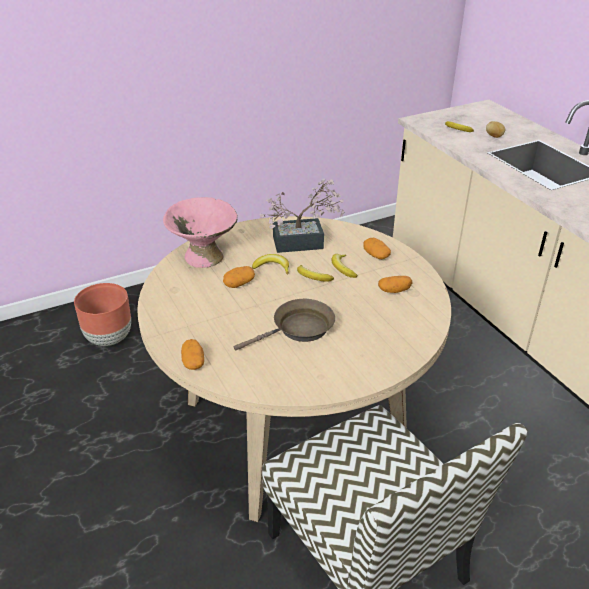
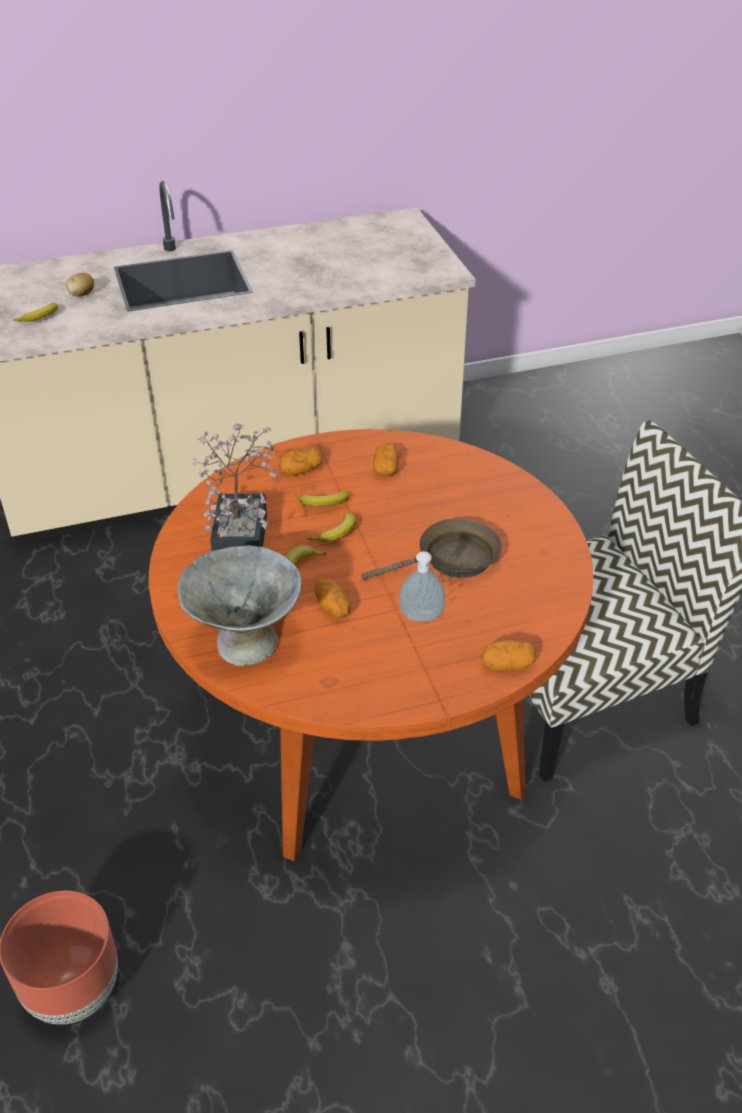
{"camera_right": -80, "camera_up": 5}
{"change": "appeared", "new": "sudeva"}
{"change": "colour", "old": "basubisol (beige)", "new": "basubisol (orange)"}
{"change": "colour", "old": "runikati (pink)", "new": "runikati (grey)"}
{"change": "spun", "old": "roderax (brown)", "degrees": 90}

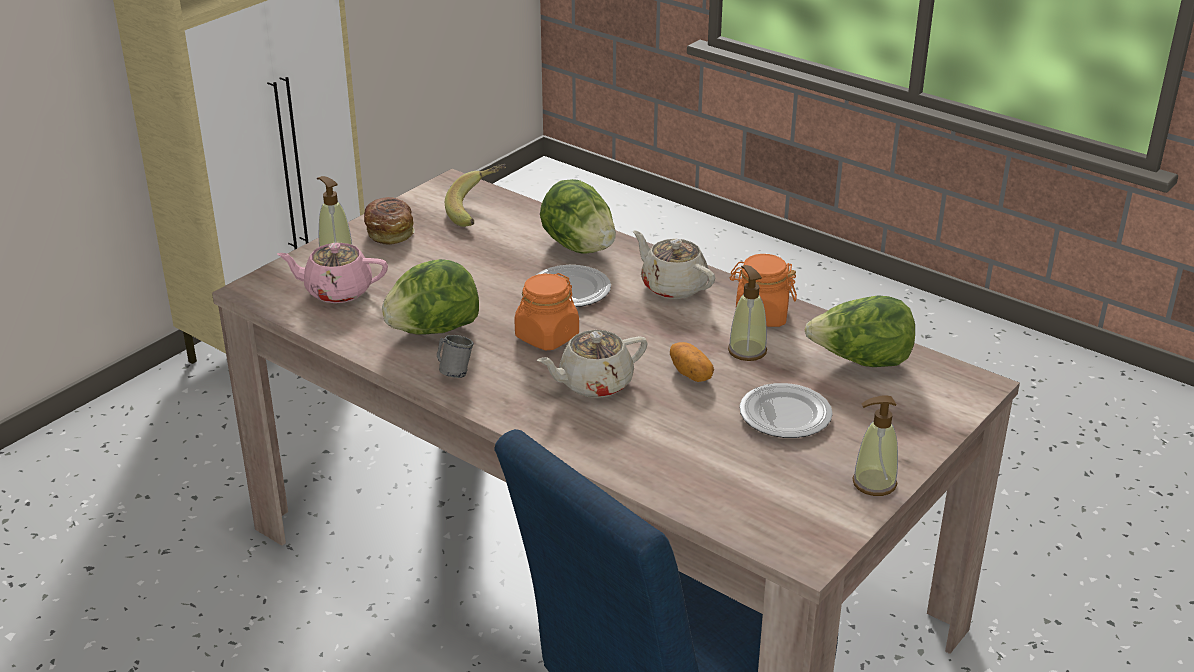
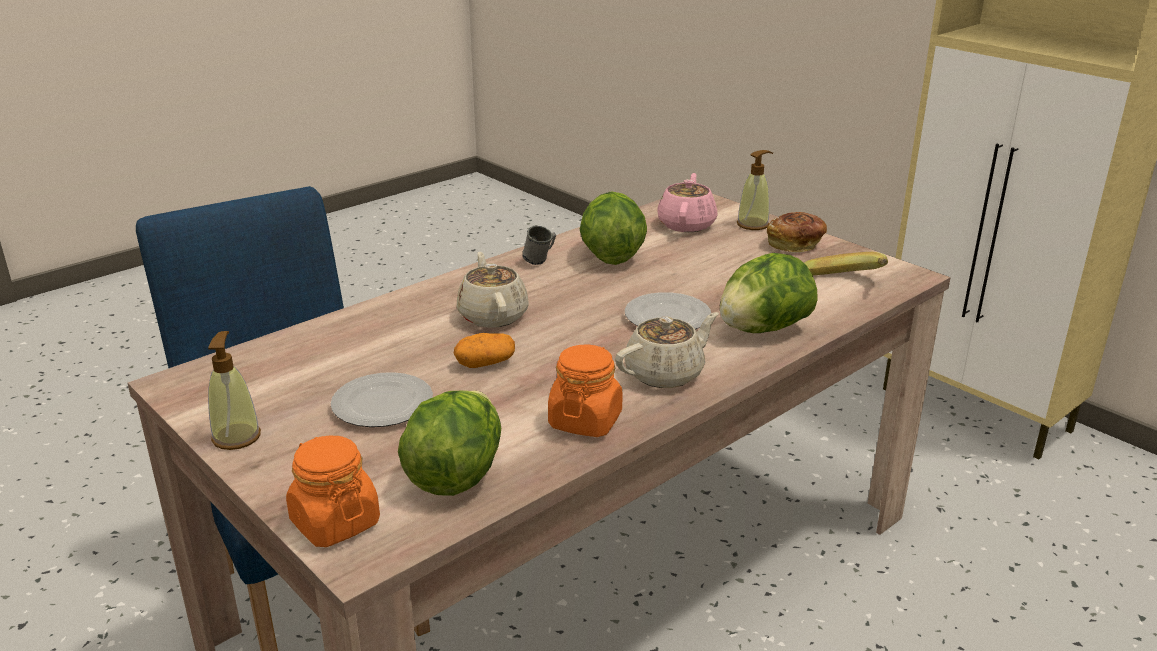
{"camera_right": 100, "camera_up": -5}
{"change": "missing", "old": "sudeva (no. 2 from left)"}
{"change": "relocated", "old": "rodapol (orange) (no. 1 from left)"}

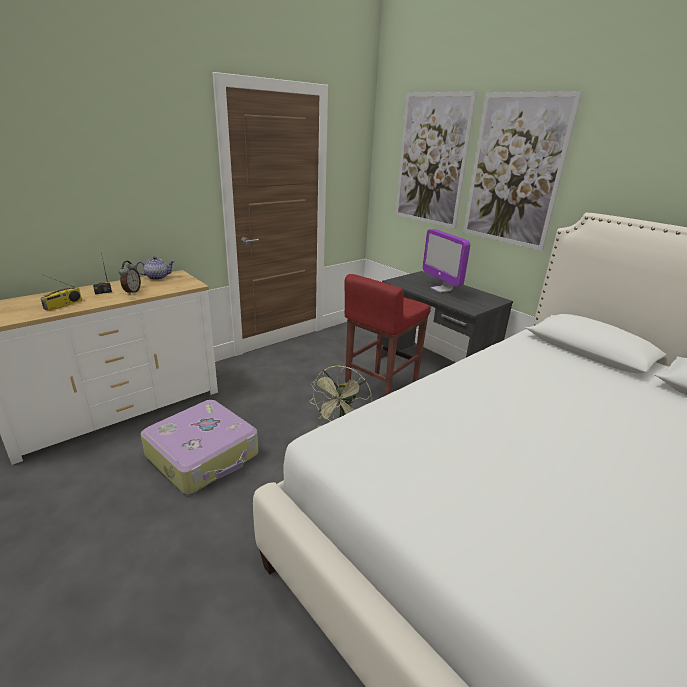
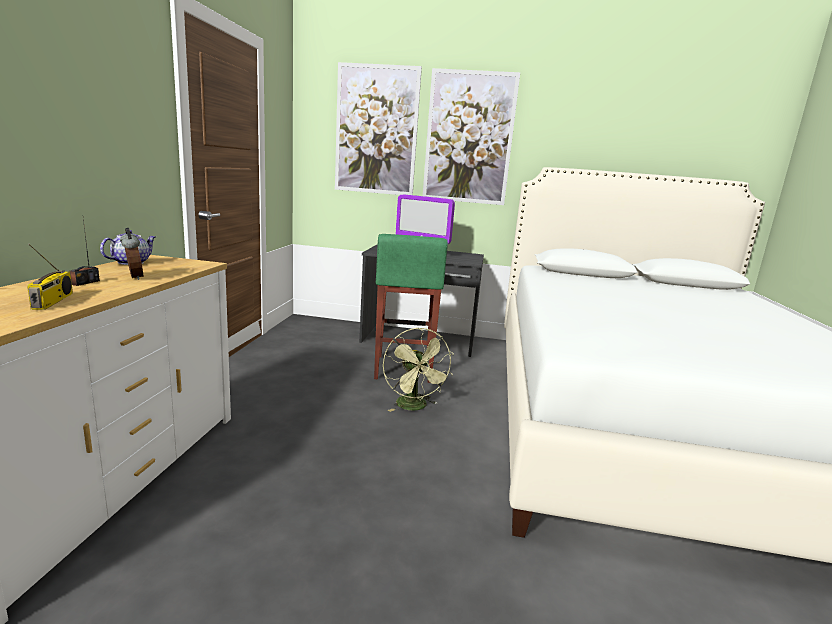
{"camera_right": -40, "camera_up": -10}
{"change": "missing", "old": "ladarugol"}
{"change": "colour", "old": "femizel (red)", "new": "femizel (green)"}

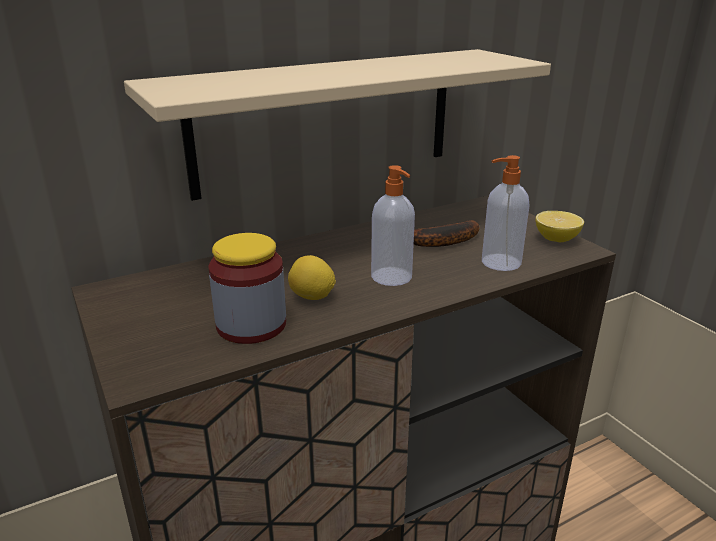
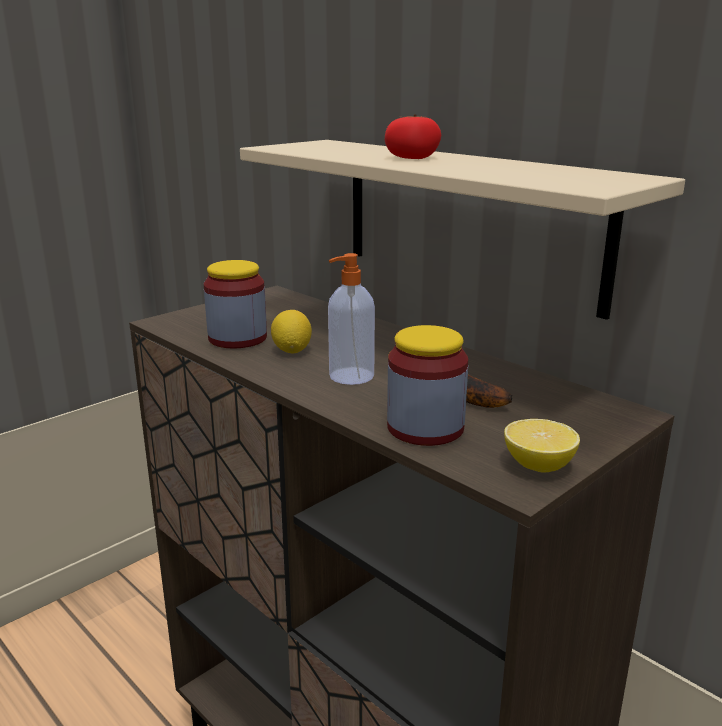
{"camera_right": 75, "camera_up": -5}
{"change": "appeared", "new": "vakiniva"}
{"change": "exchanged", "old": "sudeva (no. 2 from left)", "new": "rodapol (no. 2 from left)"}

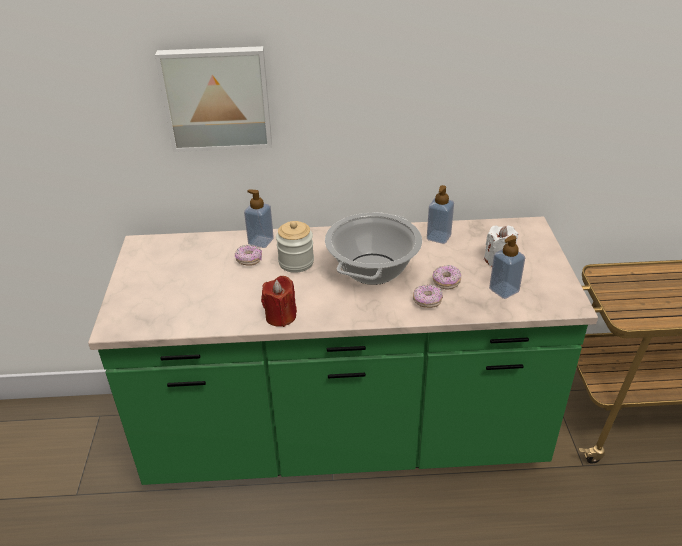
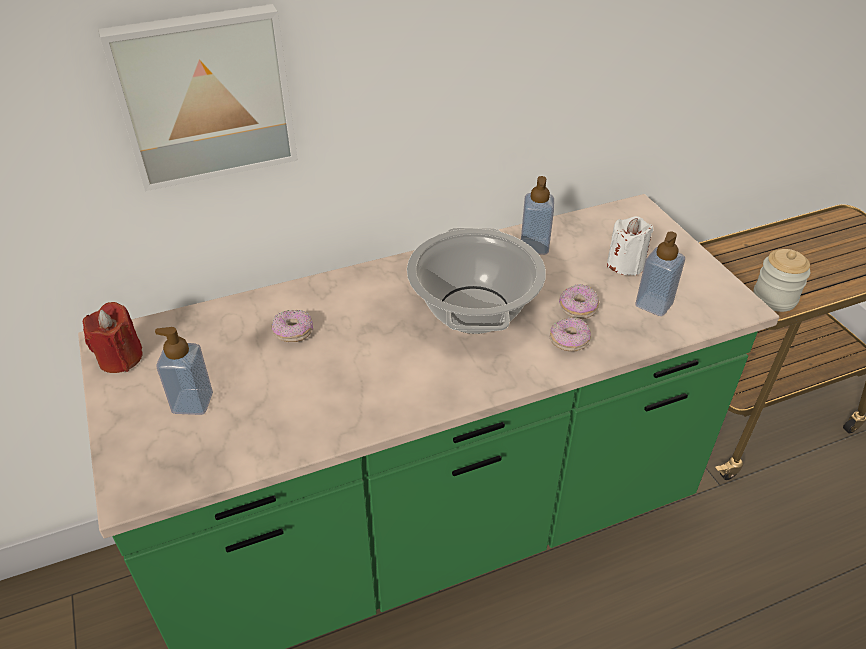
{"camera_right": -20, "camera_up": 5}
{"change": "relocated", "old": "sudeva (no. 1 from left)"}
{"change": "relocated", "old": "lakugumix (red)"}
{"change": "relocated", "old": "rodapol"}

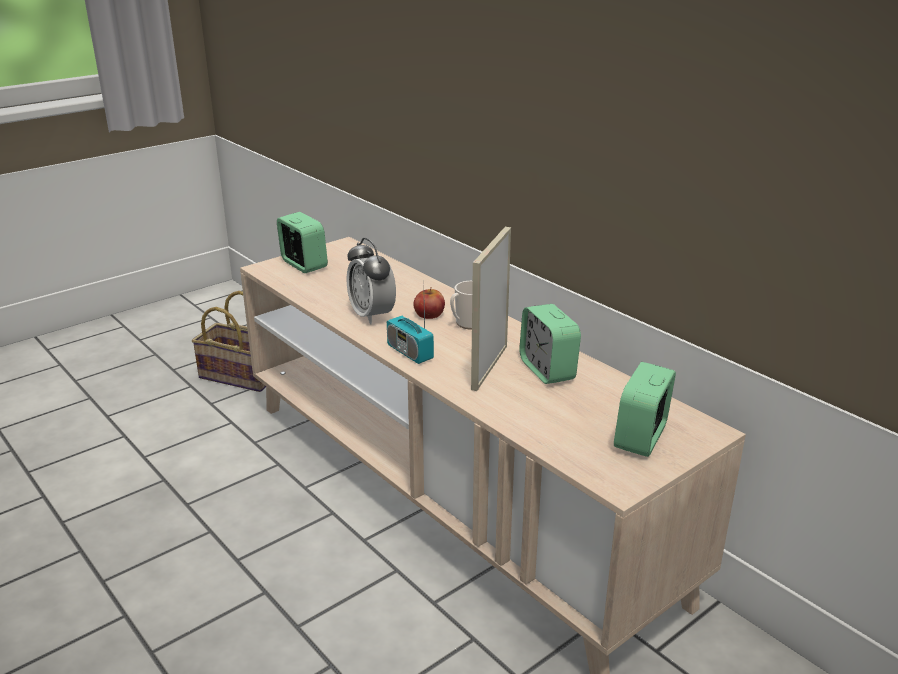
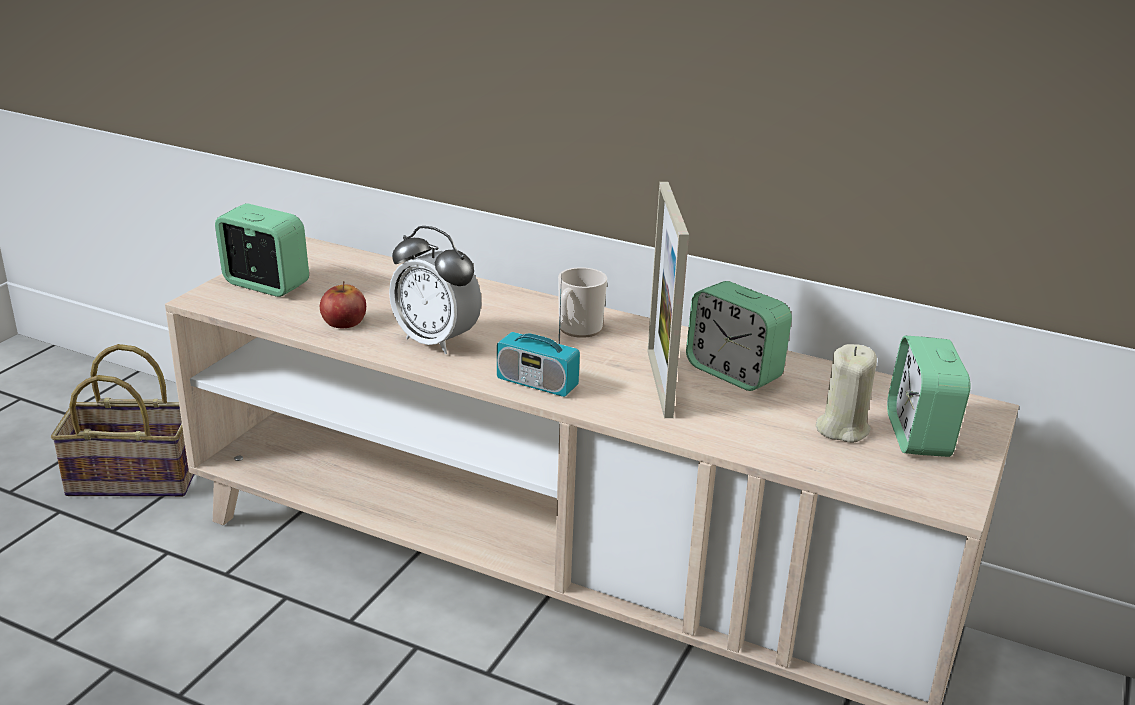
{"camera_right": -25, "camera_up": 0}
{"change": "appeared", "new": "lakugumix (beige)"}
{"change": "relocated", "old": "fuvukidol"}

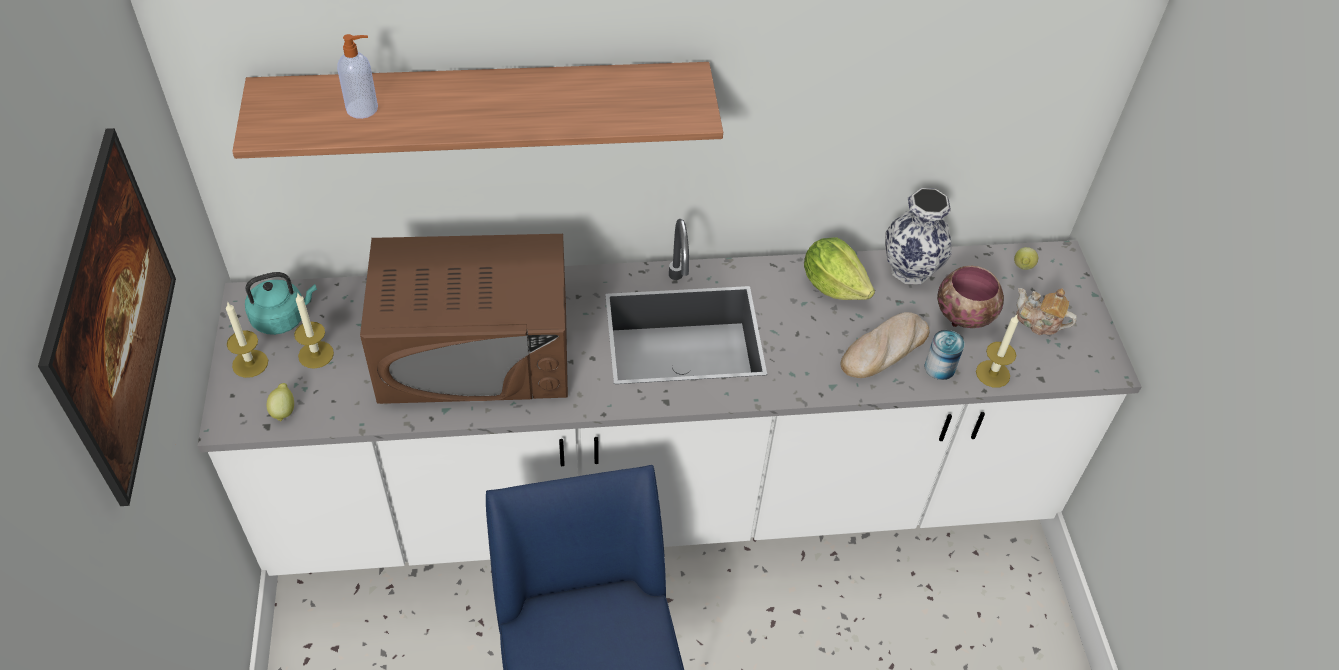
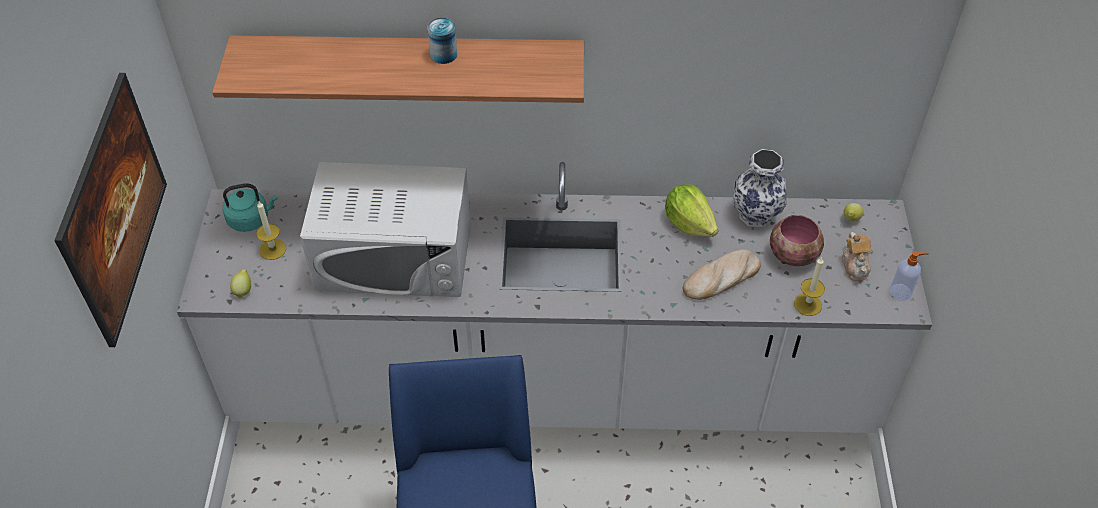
{"camera_right": 10, "camera_up": 0}
{"change": "missing", "old": "lakugumix (no. 1 from left)"}
{"change": "relocated", "old": "sudeva"}
{"change": "relocated", "old": "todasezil"}
{"change": "colour", "old": "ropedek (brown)", "new": "ropedek (white)"}
{"change": "spun", "old": "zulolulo", "degrees": -135}

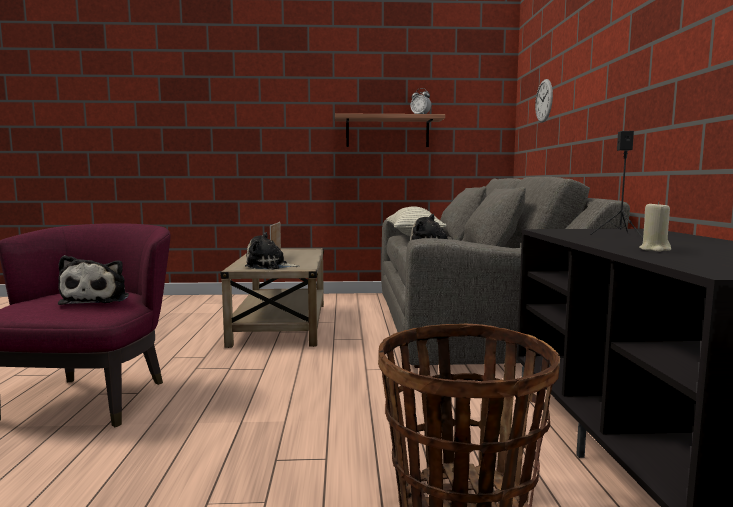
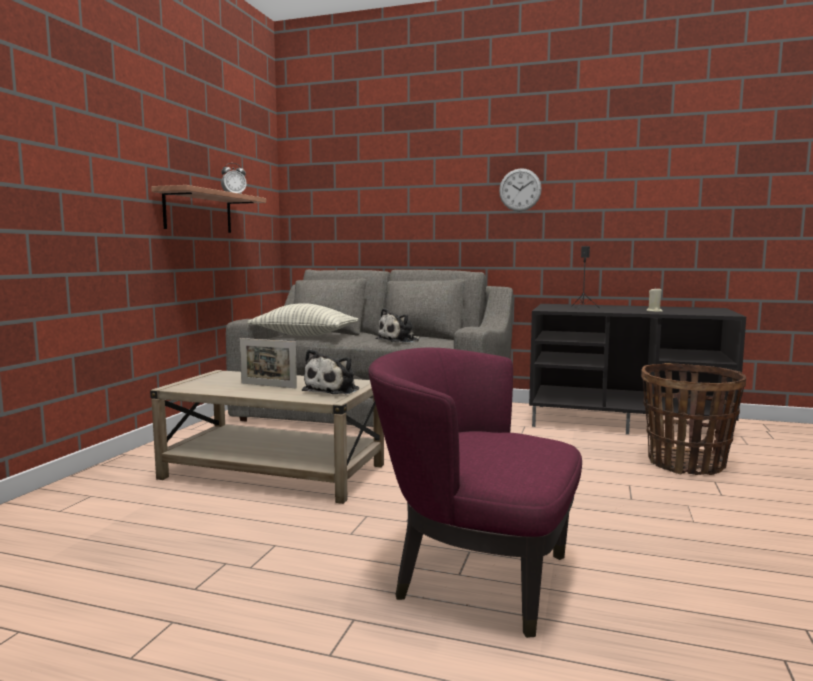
{"camera_right": -70, "camera_up": 0}
{"change": "missing", "old": "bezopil (no. 1 from left)"}
{"change": "relocated", "old": "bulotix"}

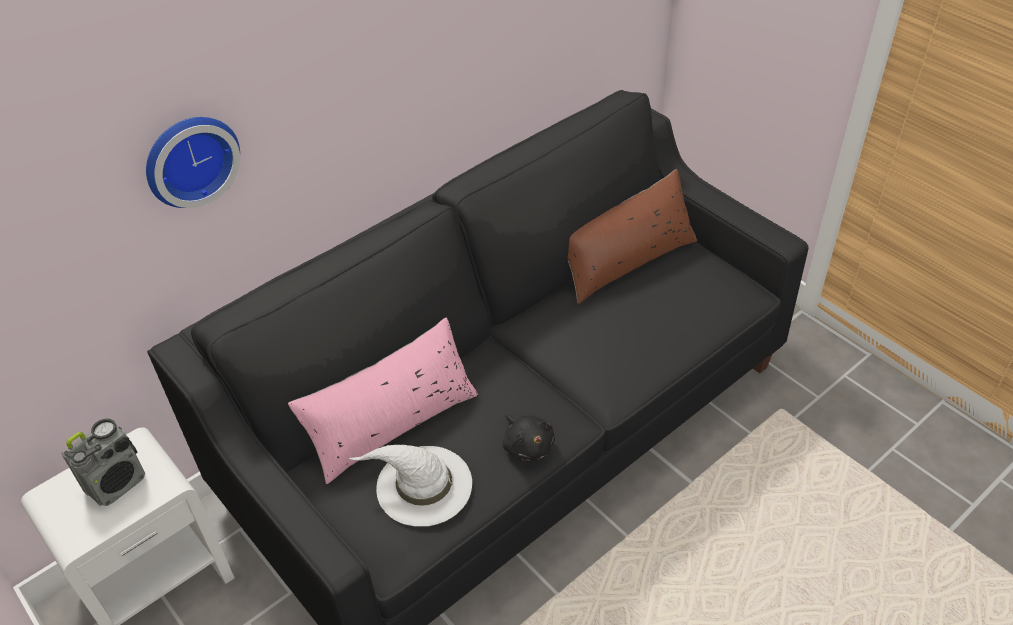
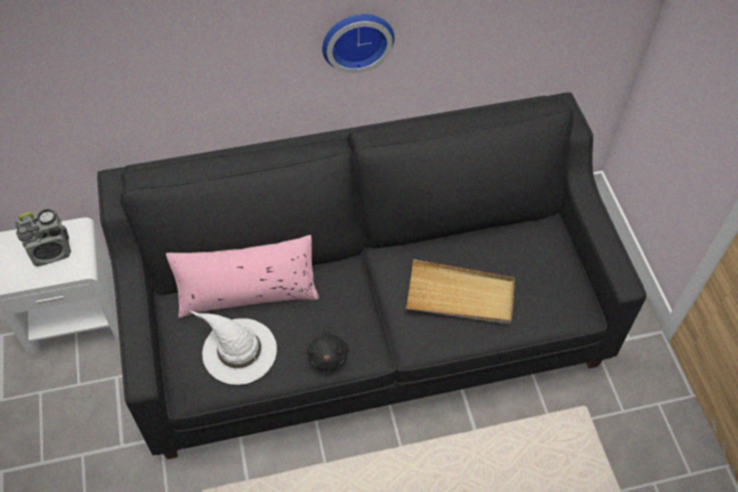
{"camera_right": 25, "camera_up": 10}
{"change": "missing", "old": "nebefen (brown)"}
{"change": "appeared", "new": "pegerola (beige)"}
{"change": "relocated", "old": "bulotix"}

